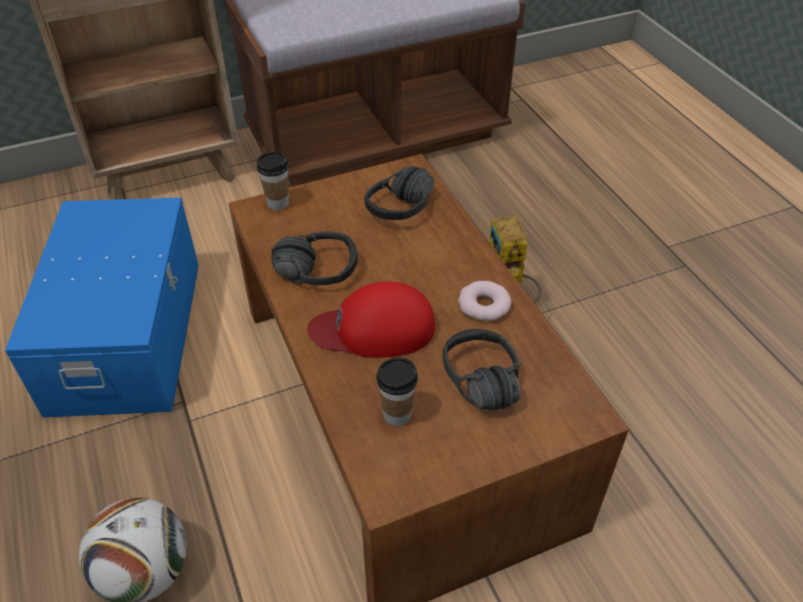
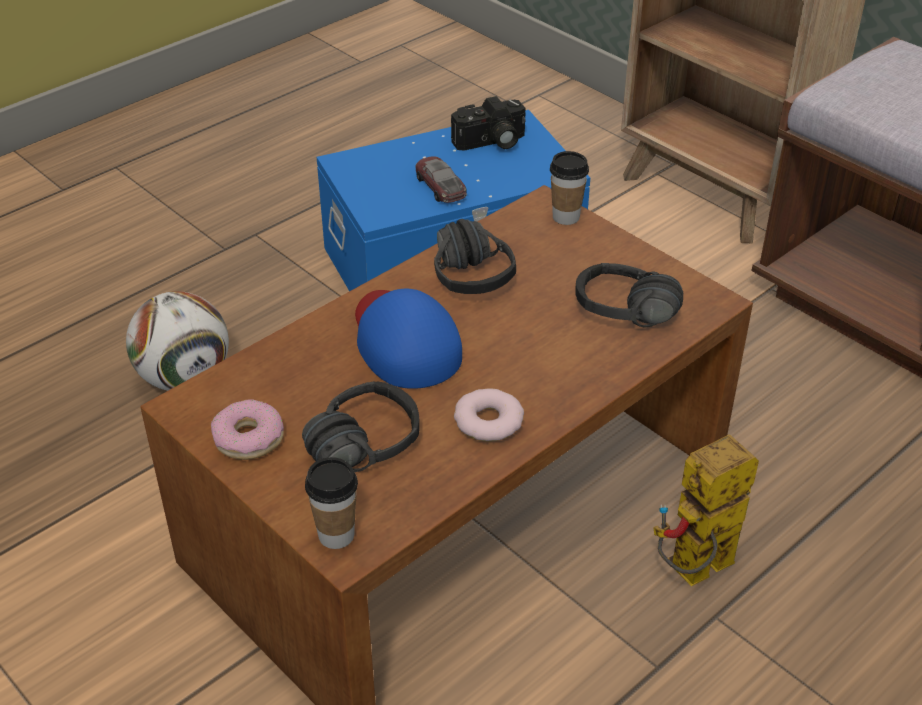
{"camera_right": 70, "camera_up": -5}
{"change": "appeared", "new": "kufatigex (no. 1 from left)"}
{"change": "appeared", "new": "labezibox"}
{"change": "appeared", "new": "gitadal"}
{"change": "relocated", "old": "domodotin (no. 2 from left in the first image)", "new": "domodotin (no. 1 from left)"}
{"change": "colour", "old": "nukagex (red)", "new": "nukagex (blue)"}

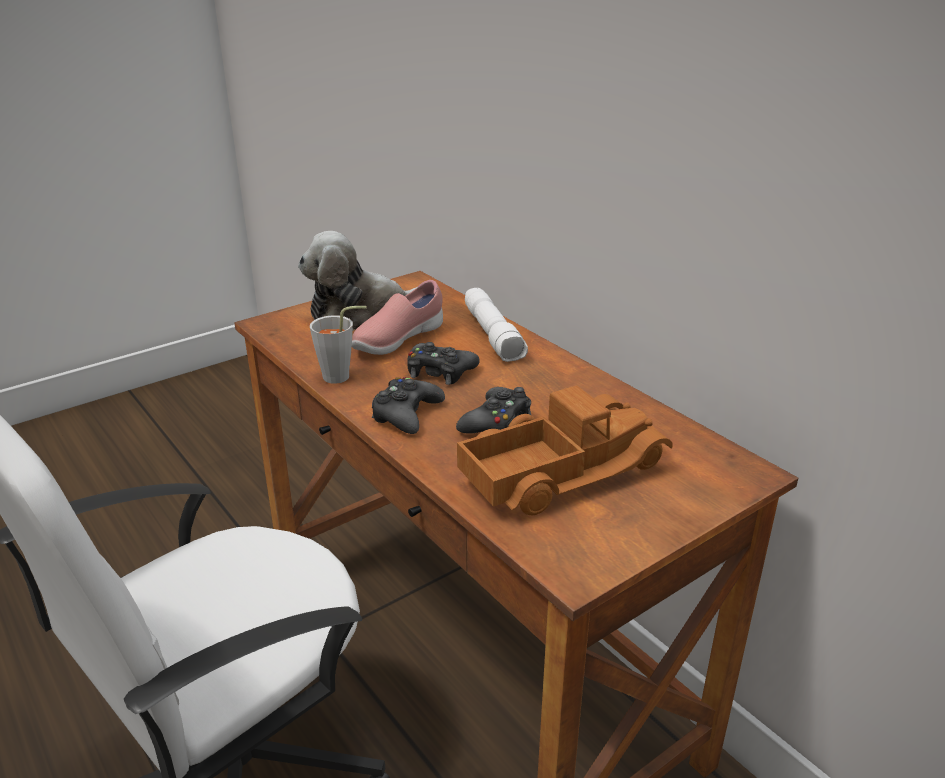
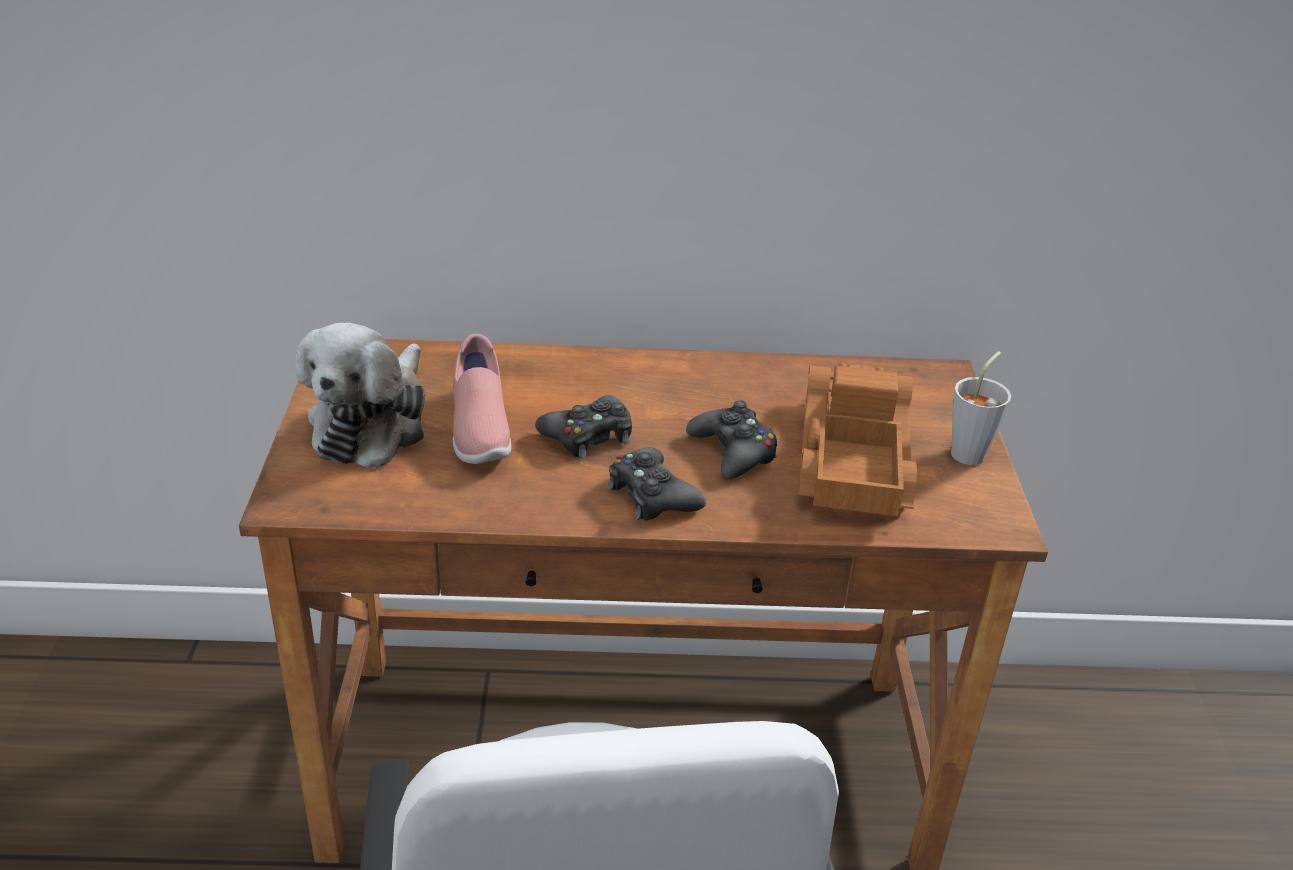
{"camera_right": -55, "camera_up": 5}
{"change": "missing", "old": "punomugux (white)"}
{"change": "relocated", "old": "domodotin (grey)"}

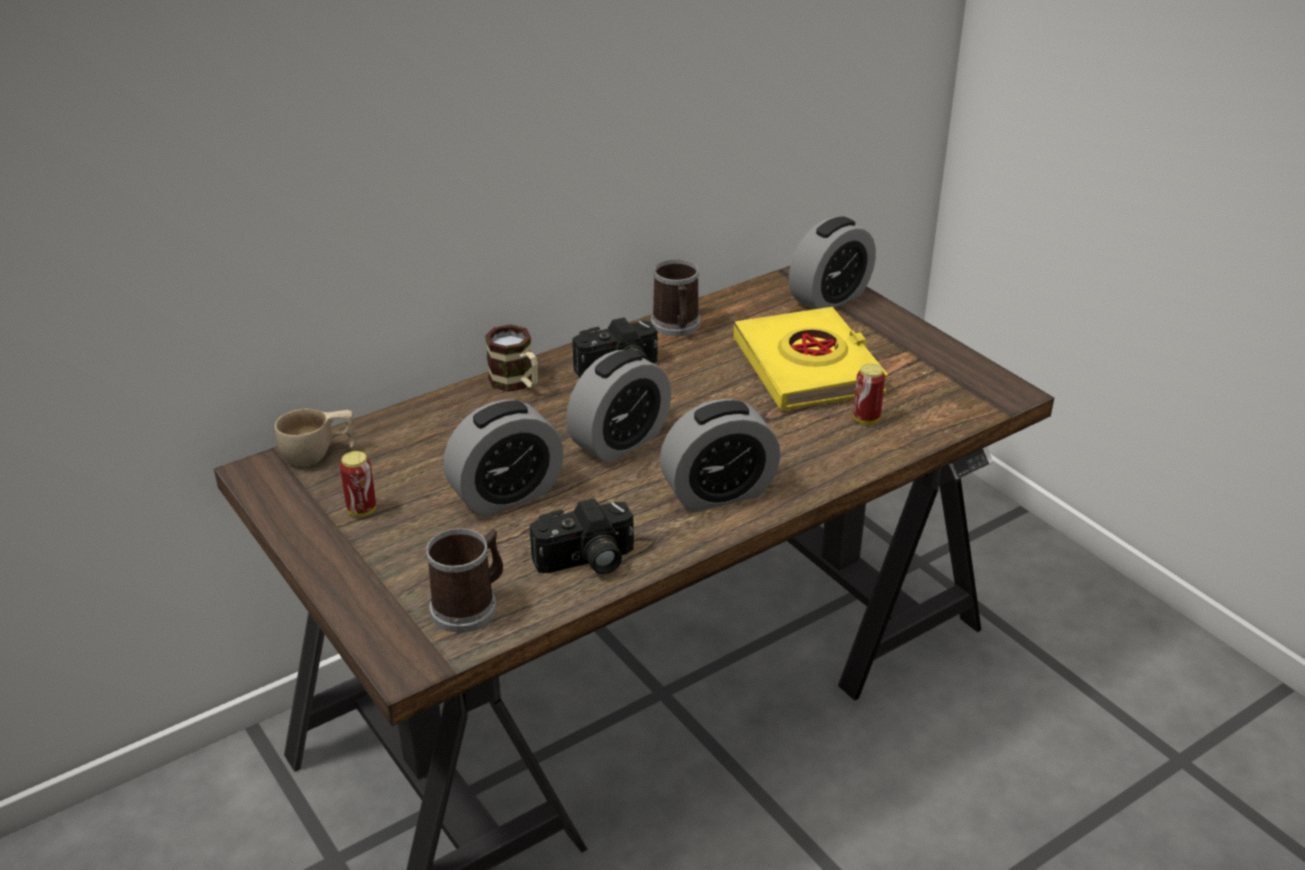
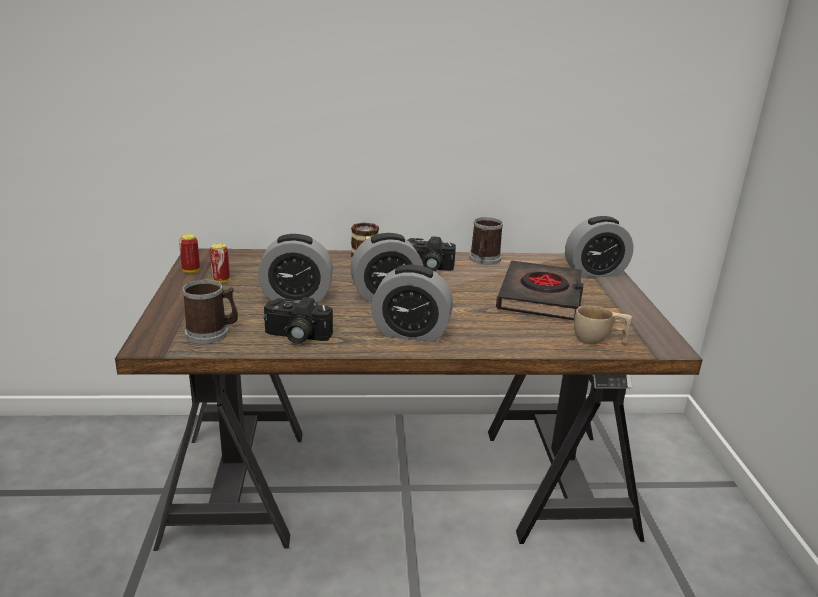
{"camera_right": 30, "camera_up": -10}
{"change": "relocated", "old": "domodotin (beige)"}
{"change": "relocated", "old": "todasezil (no. 2 from left in the first image)", "new": "todasezil (no. 1 from left)"}
{"change": "colour", "old": "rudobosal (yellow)", "new": "rudobosal (black)"}

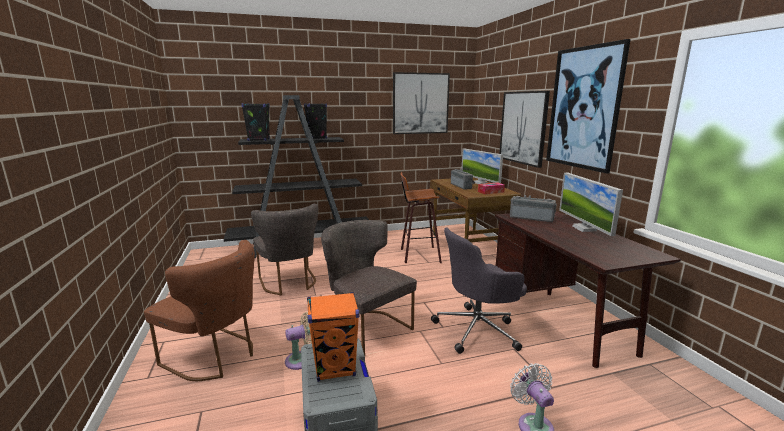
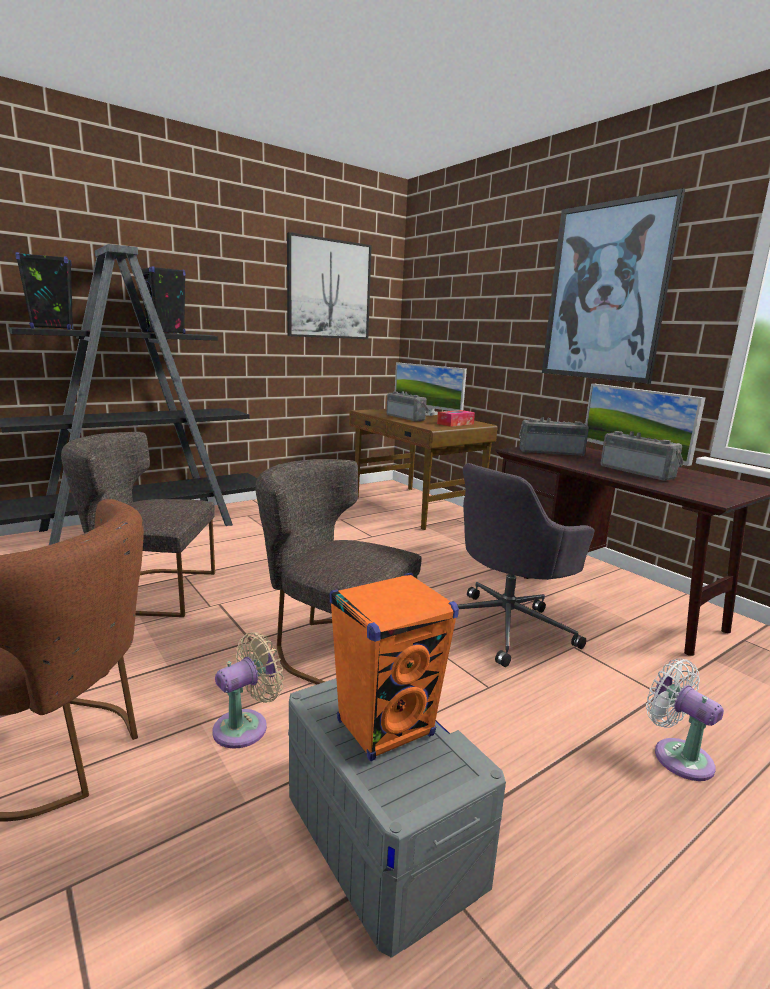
{"camera_right": -20, "camera_up": 0}
{"change": "missing", "old": "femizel"}
{"change": "missing", "old": "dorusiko (no. 2 from left)"}
{"change": "appeared", "new": "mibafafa (no. 3 from left)"}
{"change": "spun", "old": "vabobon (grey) (no. 1 from left)", "degrees": 135}

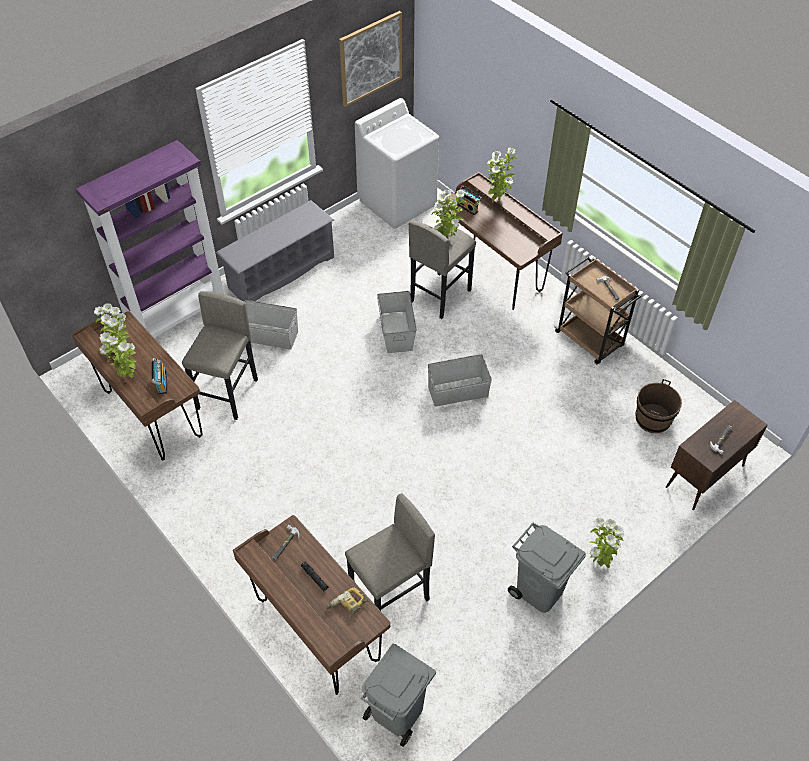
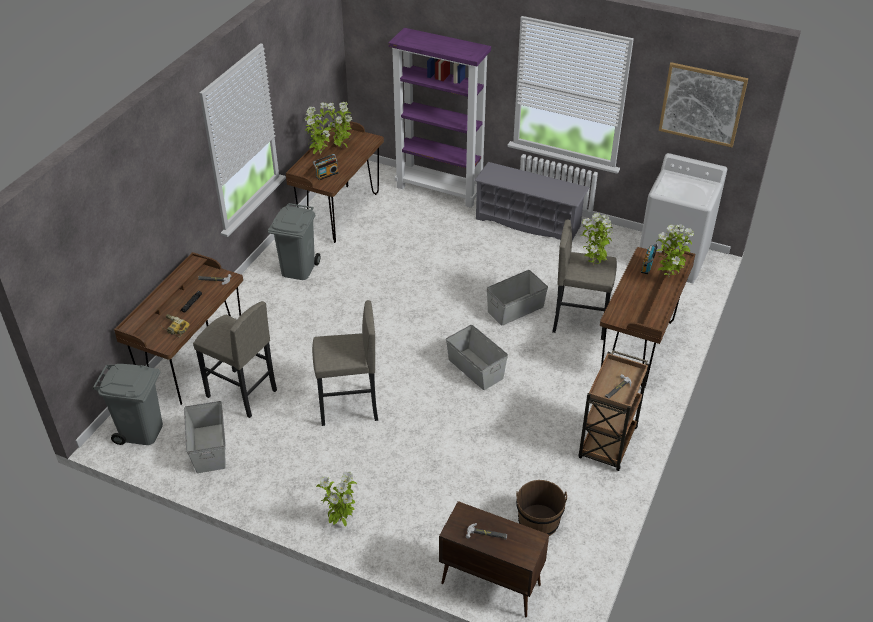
{"camera_right": 65, "camera_up": -10}
{"change": "relocated", "old": "femizel (grey) (no. 1 from left in the first image)", "new": "femizel (grey) (no. 2 from left)"}
{"change": "relocated", "old": "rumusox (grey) (no. 1 from left)"}
{"change": "relocated", "old": "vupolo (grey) (no. 2 from left)"}

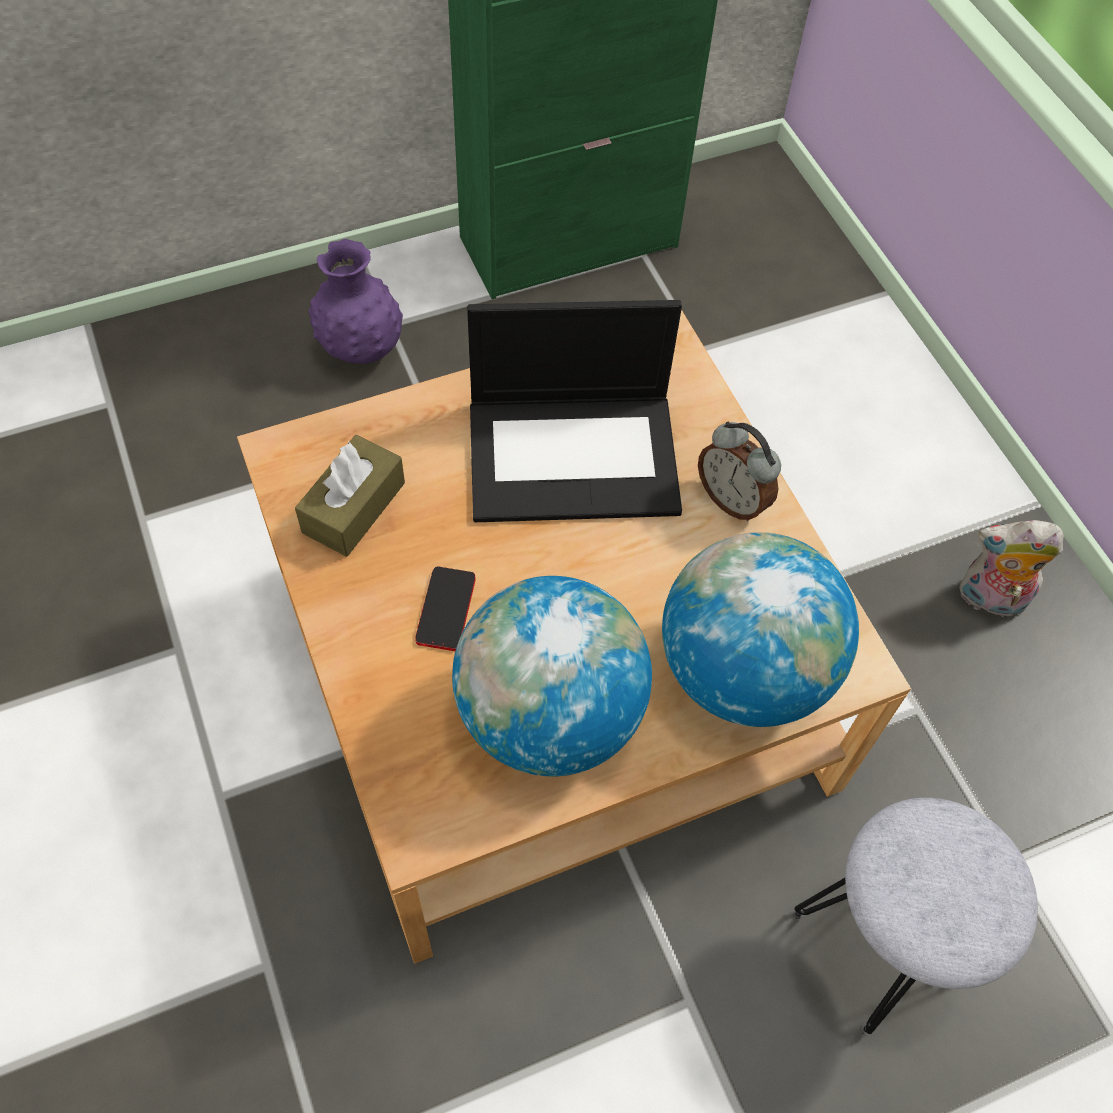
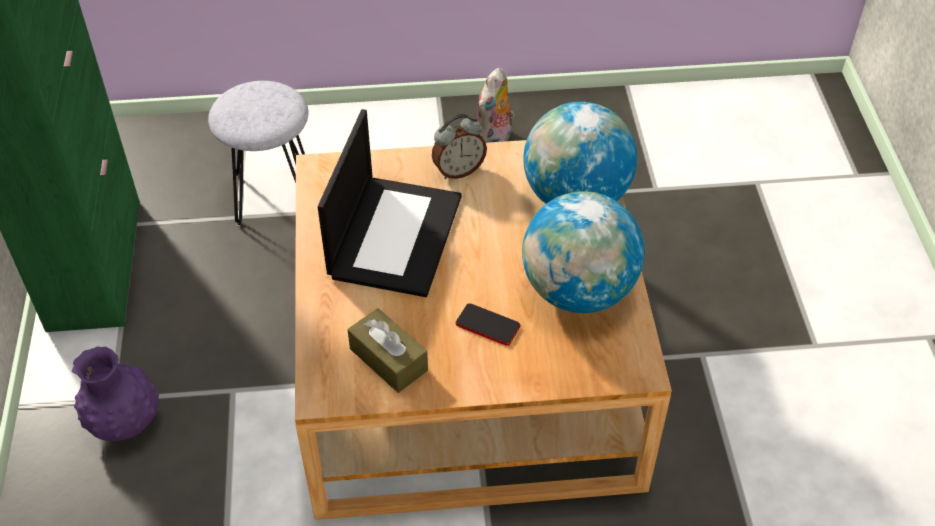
{"camera_right": -70, "camera_up": -10}
{"change": "relocated", "old": "femizel (grey)"}

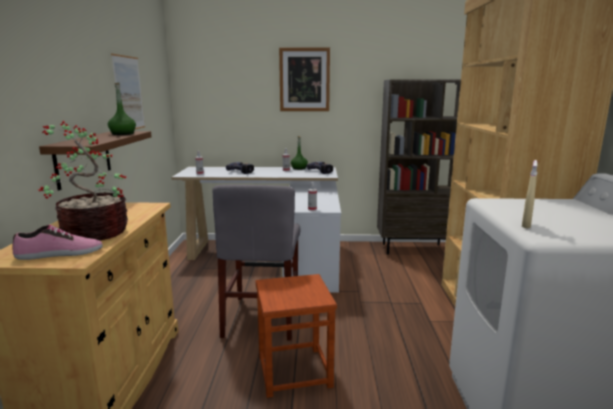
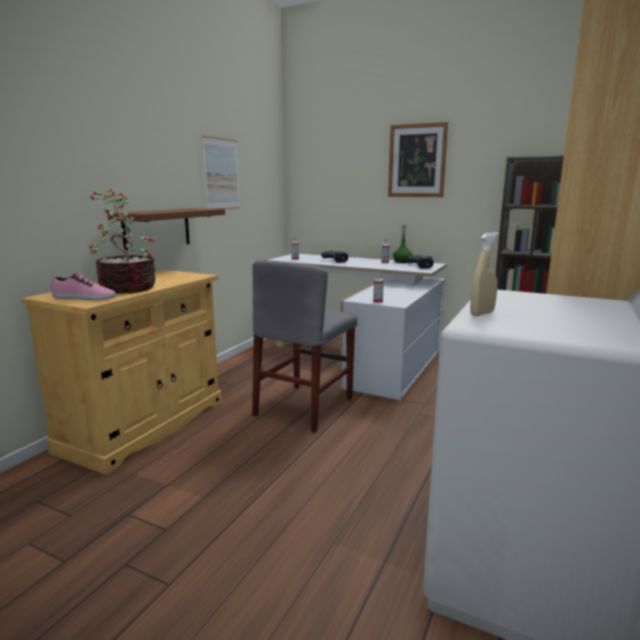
{"camera_right": 25, "camera_up": 0}
{"change": "missing", "old": "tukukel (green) (no. 1 from left)"}
{"change": "missing", "old": "femizel (brown)"}

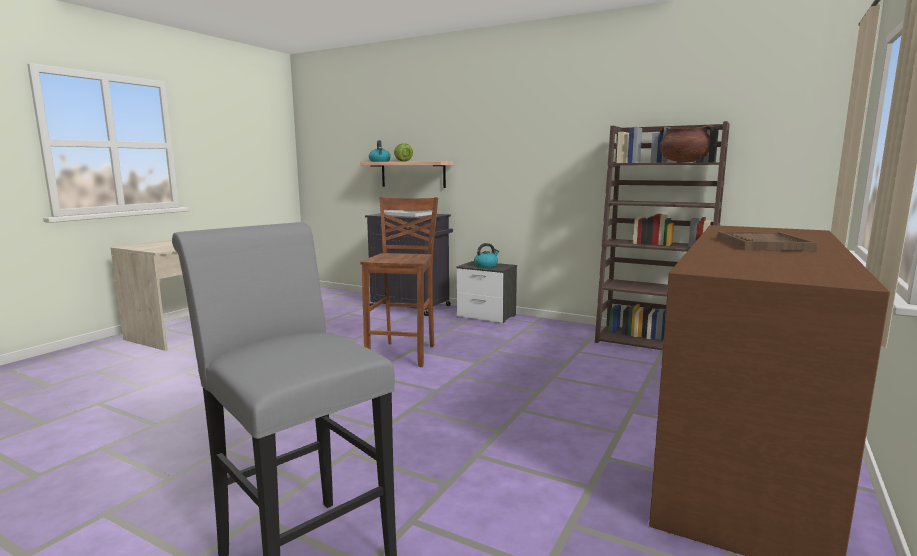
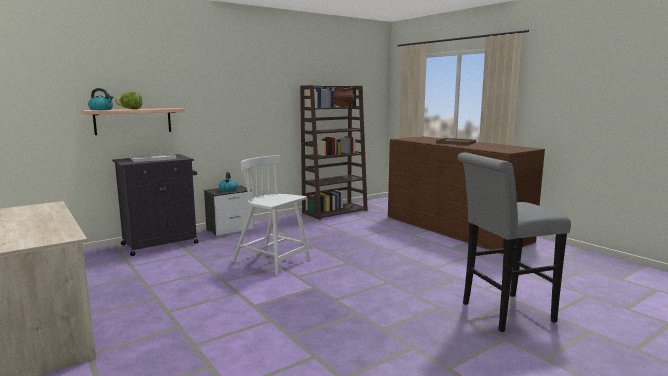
{"camera_right": -65, "camera_up": 0}
{"change": "exchanged", "old": "femizel (brown)", "new": "vabobon (white)"}

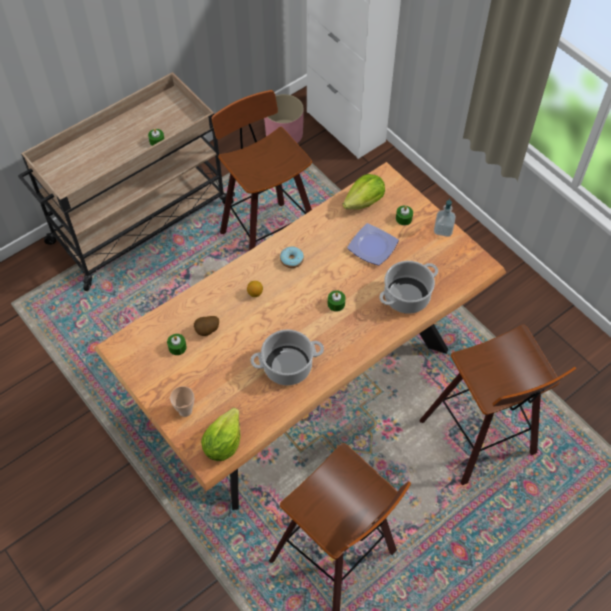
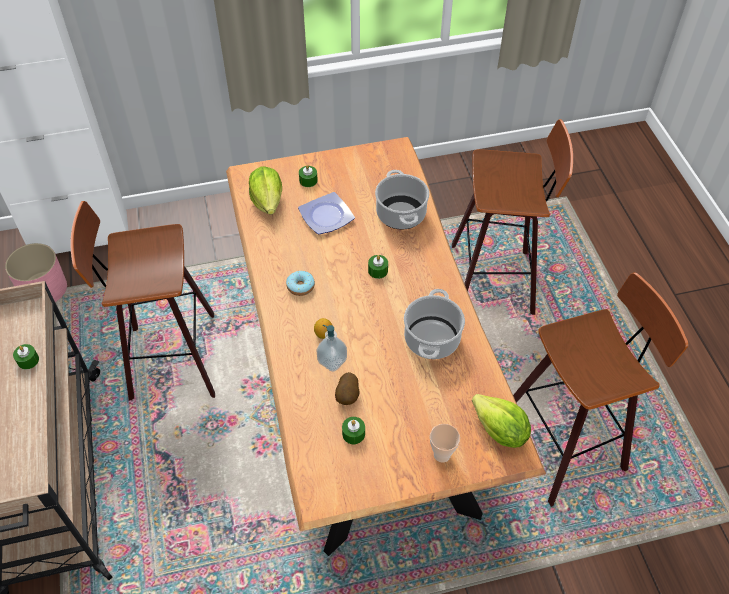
{"camera_right": -65, "camera_up": -5}
{"change": "relocated", "old": "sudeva"}

